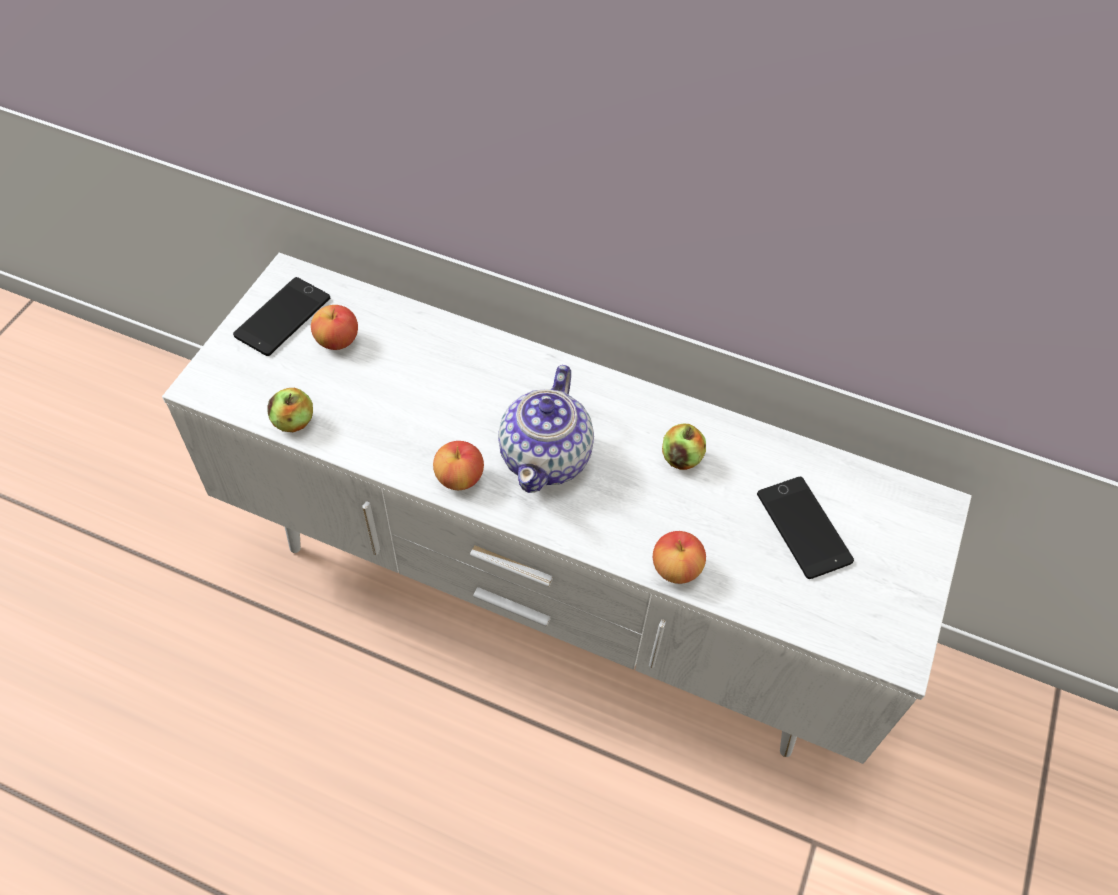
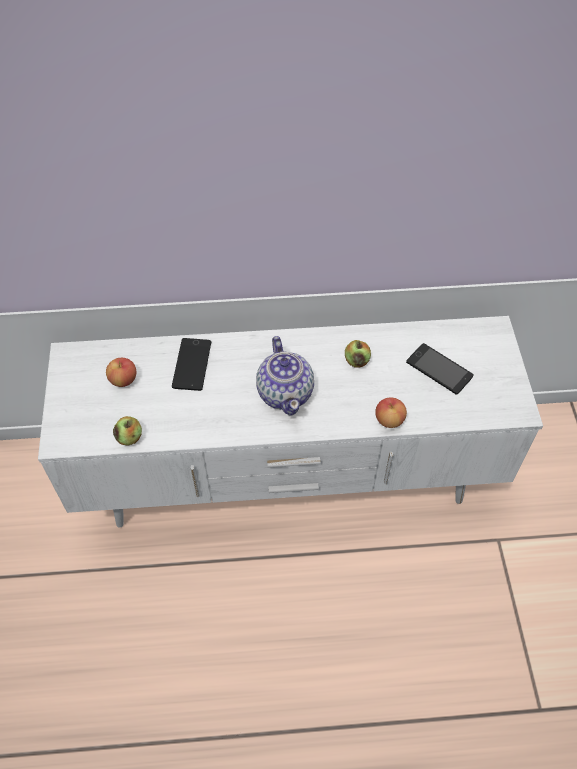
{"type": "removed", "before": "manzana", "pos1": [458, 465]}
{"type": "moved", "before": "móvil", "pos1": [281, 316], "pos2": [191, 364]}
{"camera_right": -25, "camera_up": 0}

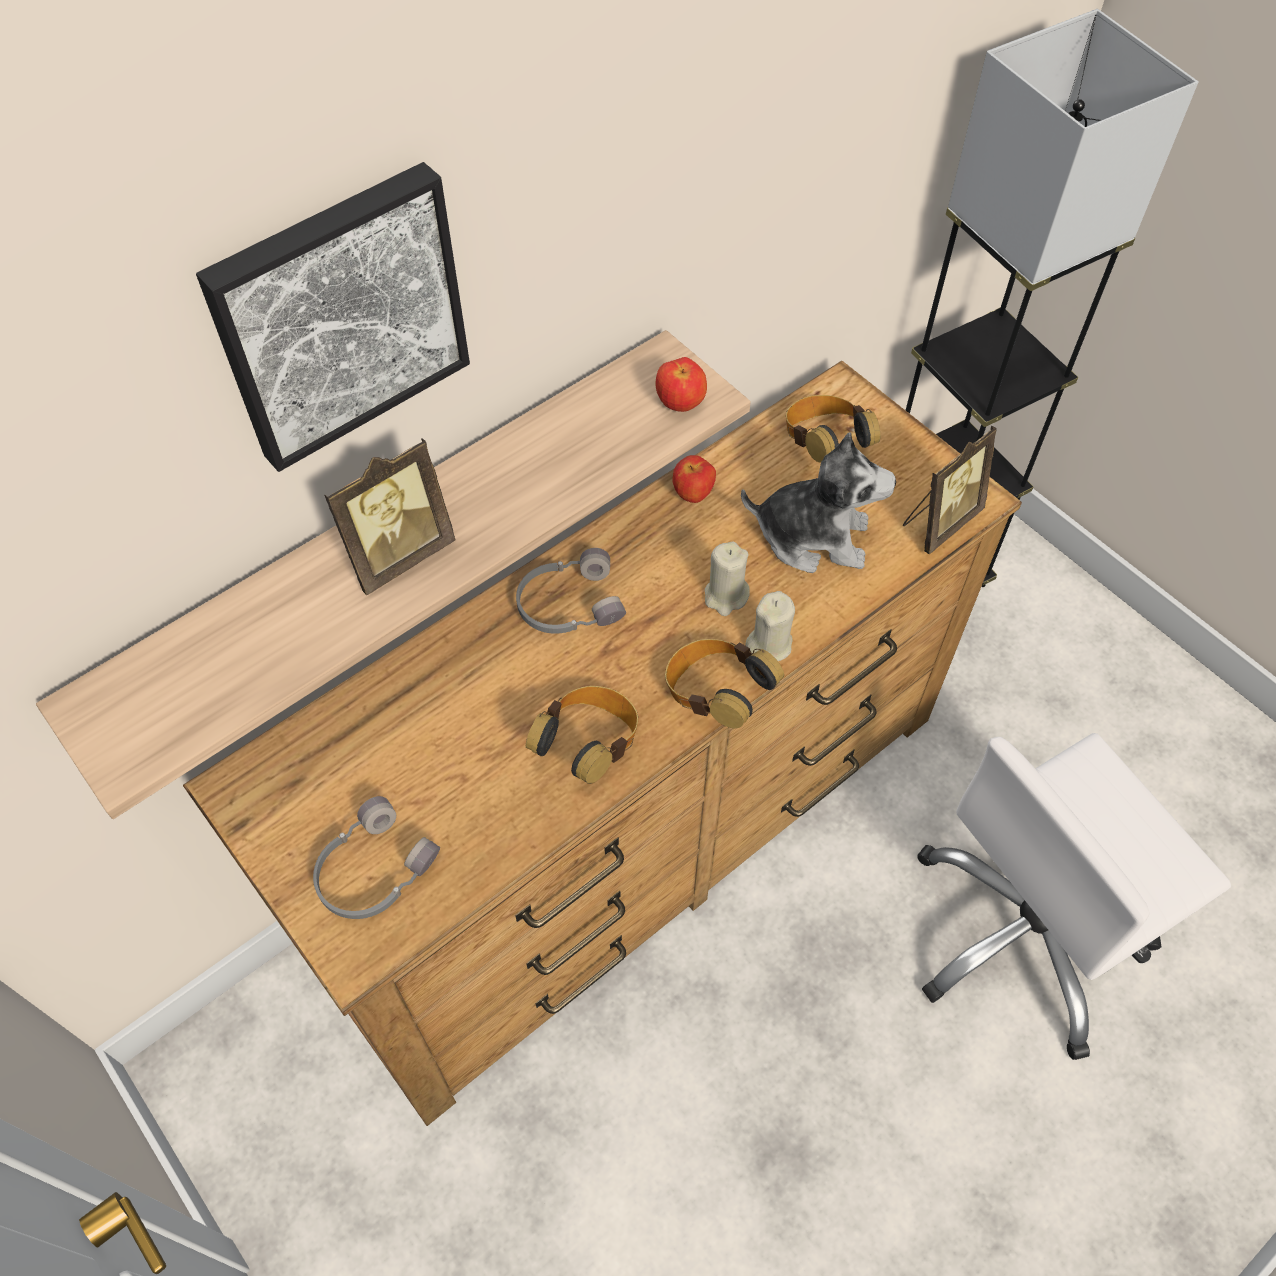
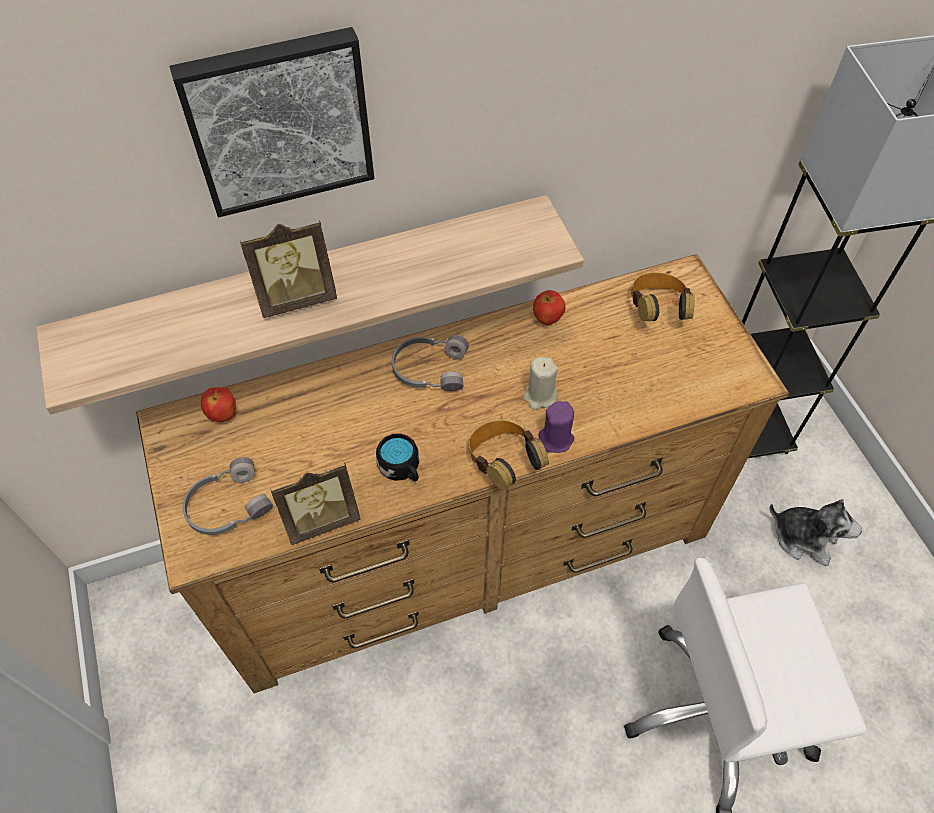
{"type": "moved", "before": "manzana", "pos1": [681, 384], "pos2": [218, 404]}
{"type": "moved", "before": "peluche", "pos1": [818, 502], "pos2": [815, 532]}
{"type": "moved", "before": "portarretratos", "pos1": [950, 490], "pos2": [315, 504]}
{"type": "replaced", "before": "auriculares", "after": "taza grande [negro]", "pos1": [582, 735], "pos2": [397, 457]}
{"type": "recoloured", "before": "vela [beis]", "after": "vela [morado]", "pos1": [770, 626], "pos2": [556, 427]}
{"camera_right": 20, "camera_up": 0}

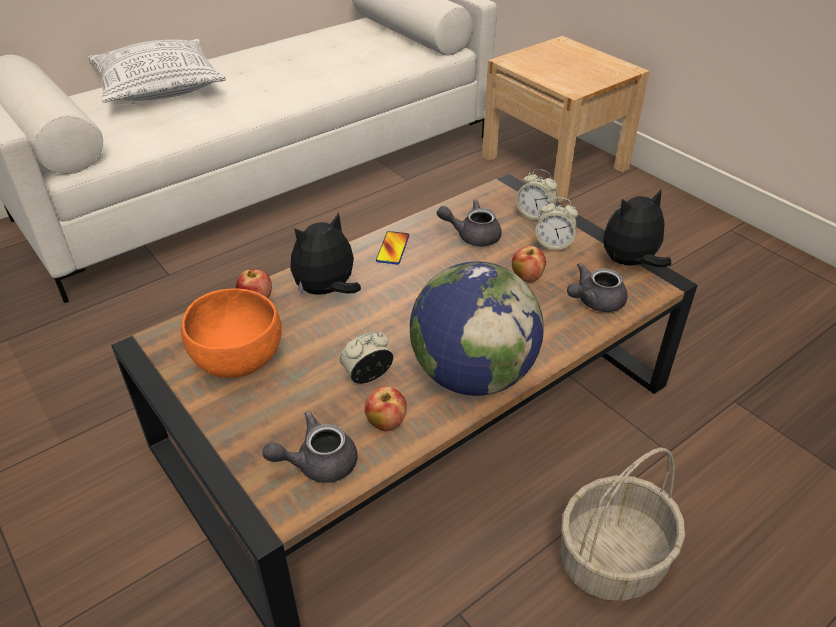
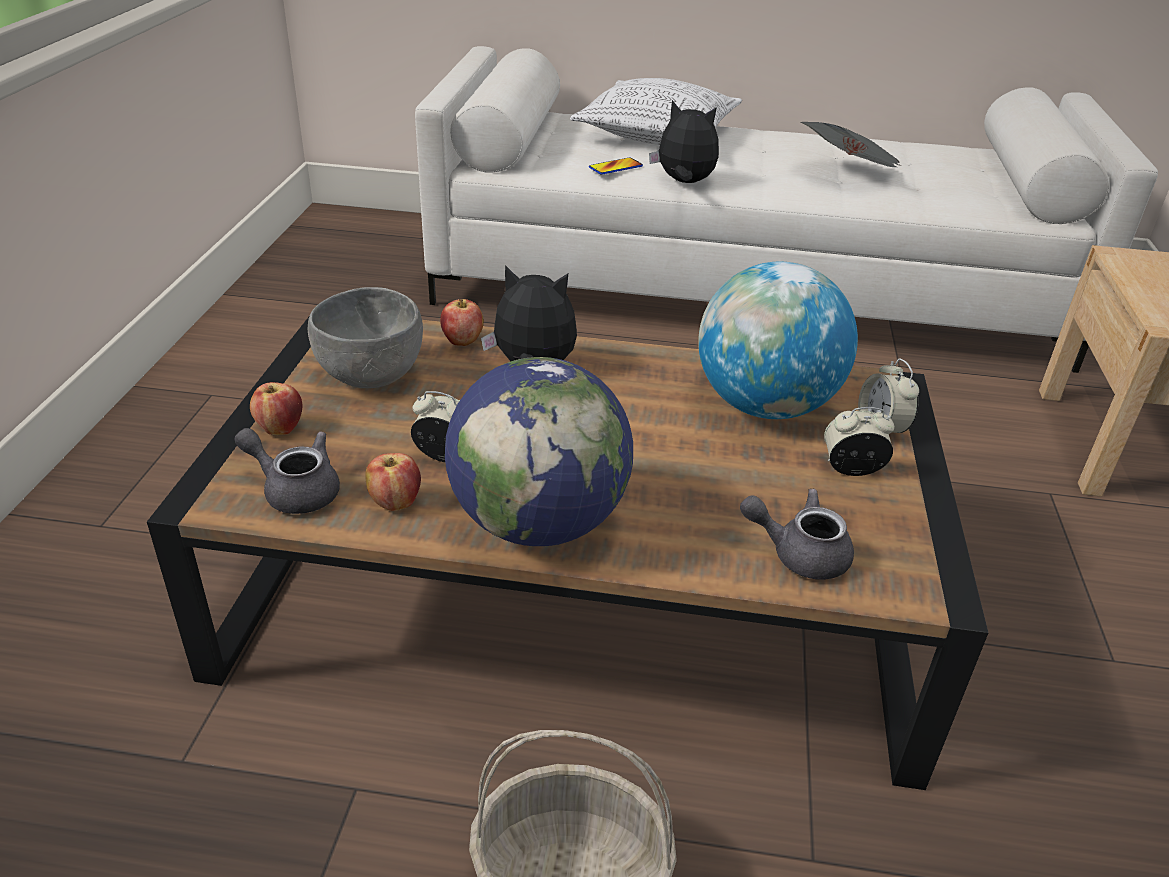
{"type": "added", "after": "periódico", "pos2": [851, 144]}
{"type": "moved", "before": "móvil", "pos1": [392, 247], "pos2": [616, 166]}
{"type": "moved", "before": "manzana", "pos1": [529, 264], "pos2": [276, 408]}
{"type": "moved", "before": "peluche", "pos1": [637, 227], "pos2": [684, 141]}
{"type": "replaced", "before": "tetera [gris]", "after": "globo terráqueo", "pos1": [469, 222], "pos2": [778, 340]}
{"type": "recoloured", "before": "cuenco [naranja]", "after": "cuenco [gris]", "pos1": [231, 333], "pos2": [365, 337]}
{"type": "turned", "before": "despertador", "pos1": [556, 223], "pos2": [859, 441], "turn": 120}
{"camera_right": 45, "camera_up": -5}

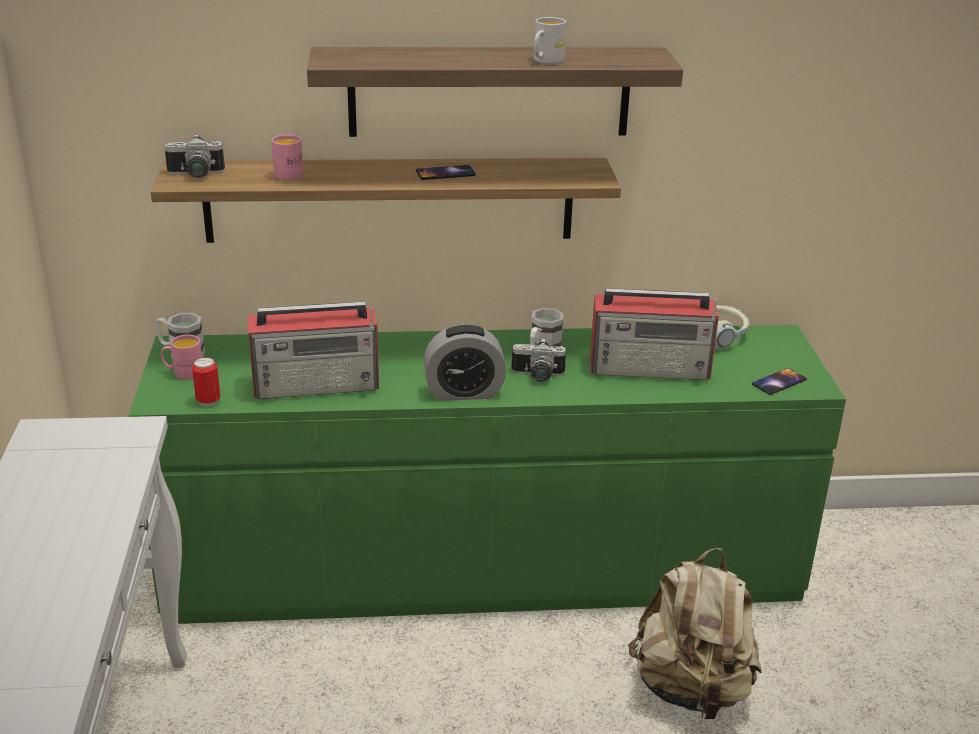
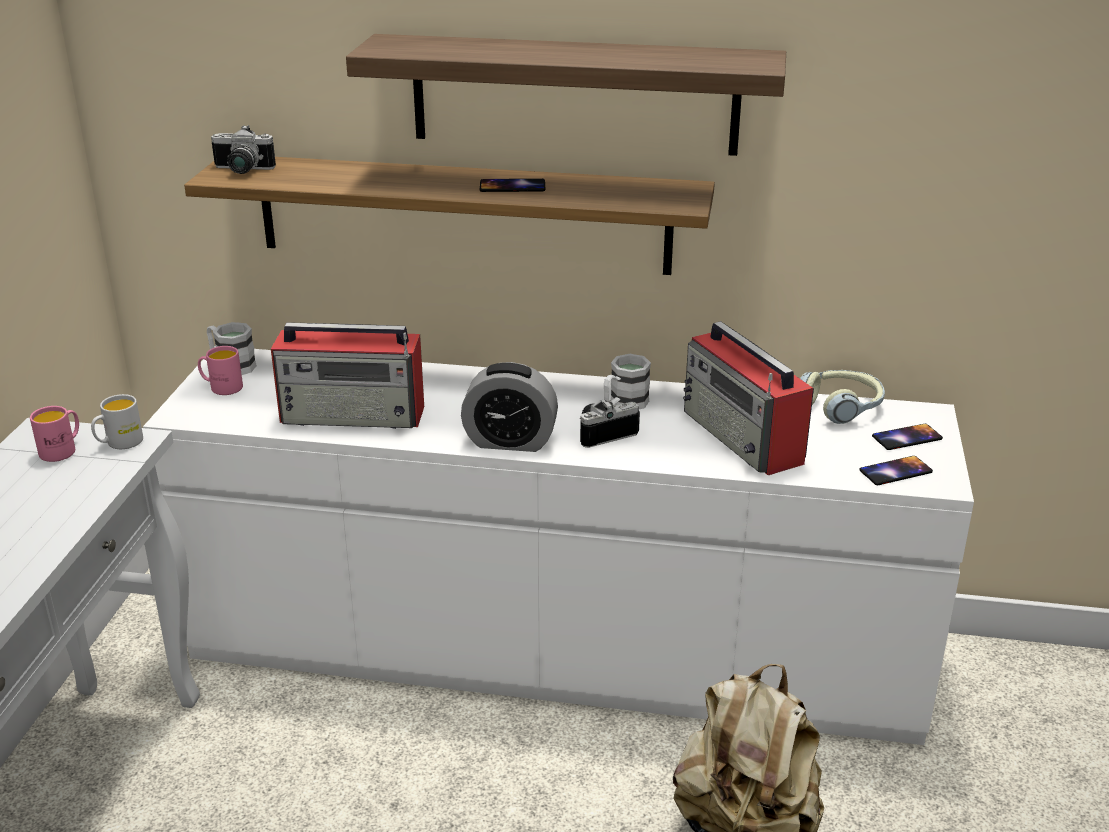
{"type": "removed", "before": "lata", "pos1": [206, 382]}
{"type": "added", "after": "móvil", "pos2": [907, 437]}
{"type": "moved", "before": "taza grande [rosa]", "pos1": [287, 157], "pos2": [54, 434]}
{"type": "moved", "before": "taza grande [blanco]", "pos1": [550, 40], "pos2": [117, 421]}
{"type": "recoloured", "before": "cómoda [verde]", "after": "cómoda [blanco]", "pos1": [487, 474], "pos2": [558, 547]}
{"type": "turned", "before": "cámara", "pos1": [538, 360], "pos2": [610, 423], "turn": 135}
{"type": "turned", "before": "radio", "pos1": [654, 334], "pos2": [748, 398], "turn": 45}
{"camera_right": 15, "camera_up": 0}

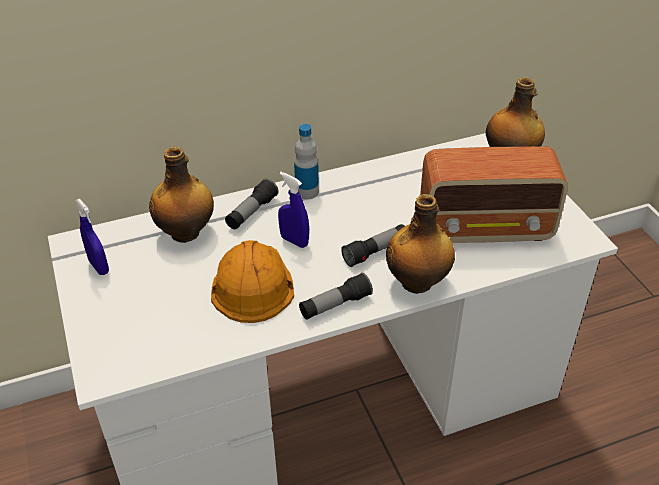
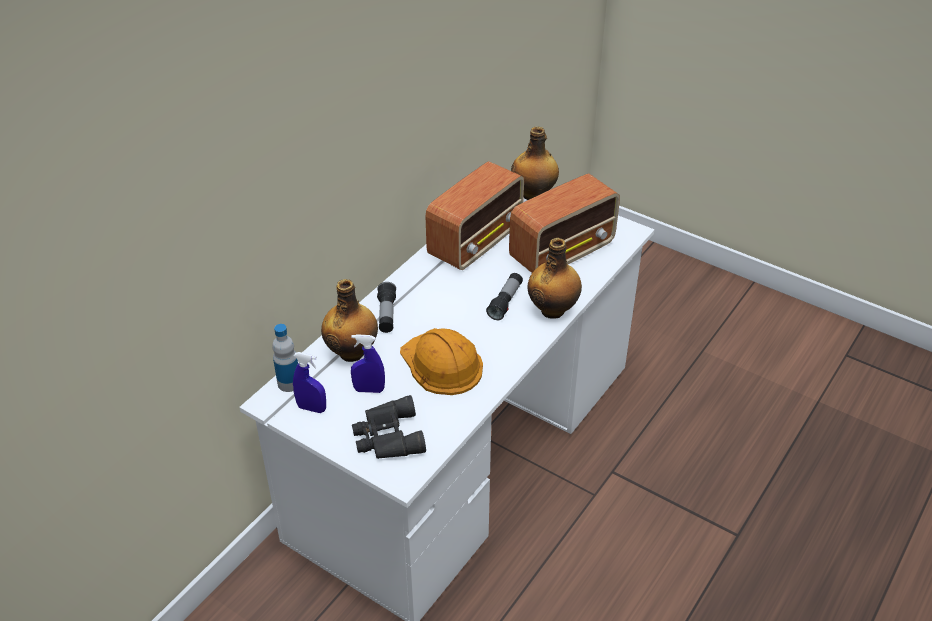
{"type": "removed", "before": "linterna", "pos1": [336, 296]}
{"type": "added", "after": "prismáticos [negro]", "pos2": [389, 427]}
{"type": "added", "after": "radio", "pos2": [474, 215]}
{"type": "moved", "before": "pulverizador [azul]", "pos1": [293, 210], "pos2": [368, 363]}
{"type": "moved", "before": "botella", "pos1": [306, 162], "pos2": [285, 358]}
{"camera_right": -35, "camera_up": 0}

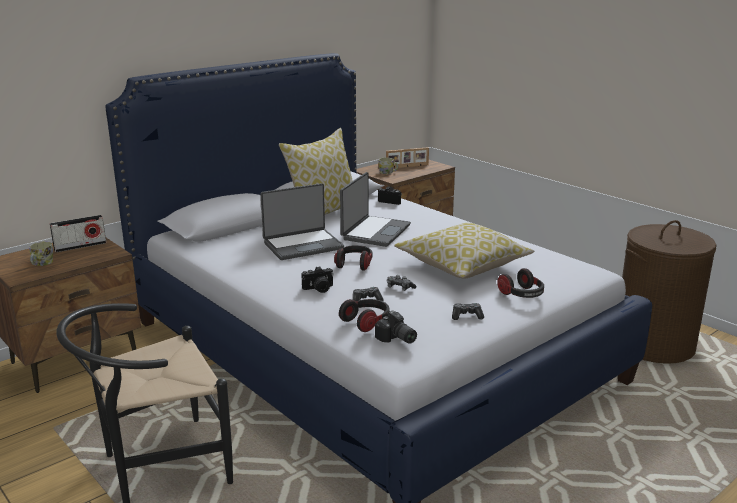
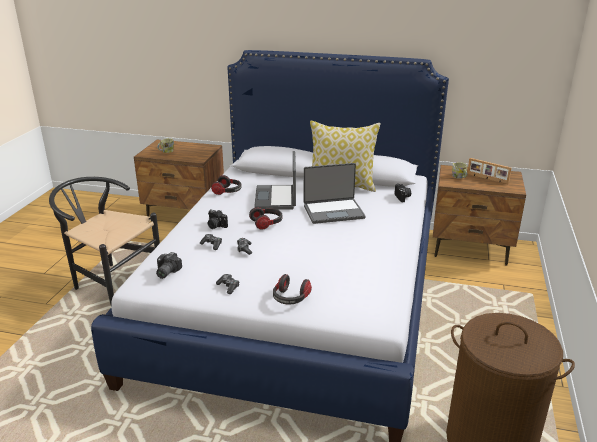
{"type": "removed", "before": "radio", "pos1": [78, 233]}
{"type": "removed", "before": "cojín", "pos1": [464, 251]}
{"type": "moved", "before": "auriculares", "pos1": [364, 315], "pos2": [226, 185]}
{"type": "turned", "before": "portátil", "pos1": [302, 221], "pos2": [275, 180], "turn": 60}
{"camera_right": 55, "camera_up": 5}

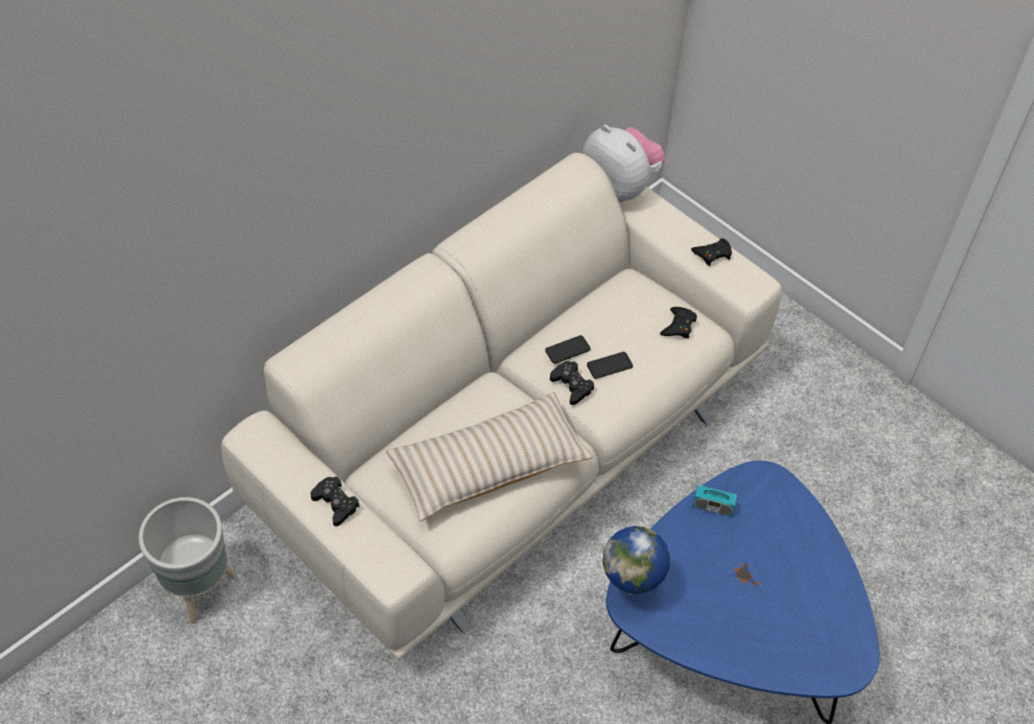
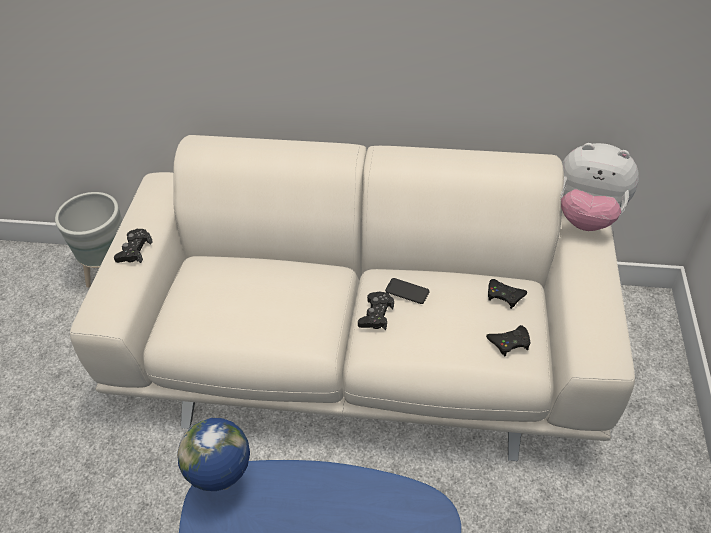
{"type": "removed", "before": "cojín [beis]", "pos1": [489, 456]}
{"type": "removed", "before": "móvil", "pos1": [610, 365]}
{"type": "removed", "before": "radio", "pos1": [715, 493]}
{"type": "moved", "before": "mando de consola [negro]", "pos1": [711, 252], "pos2": [507, 294]}
{"type": "turned", "before": "peluche", "pos1": [623, 163], "pos2": [600, 187], "turn": 105}
{"camera_right": 55, "camera_up": -5}

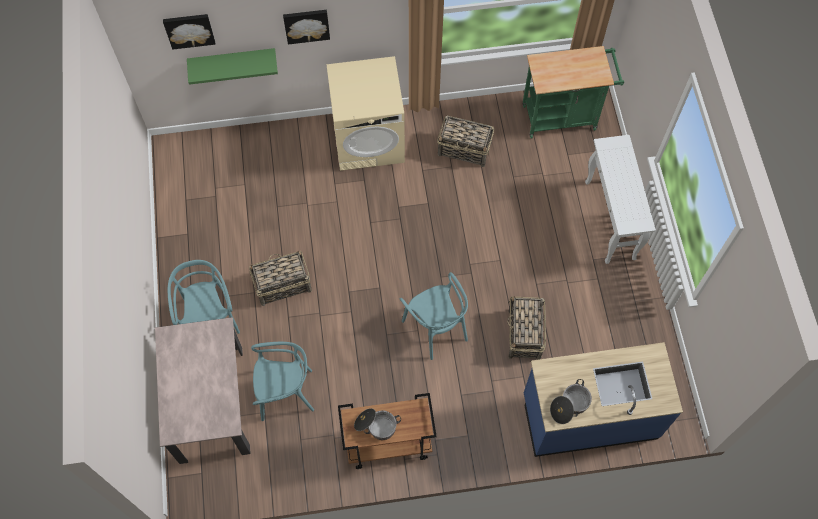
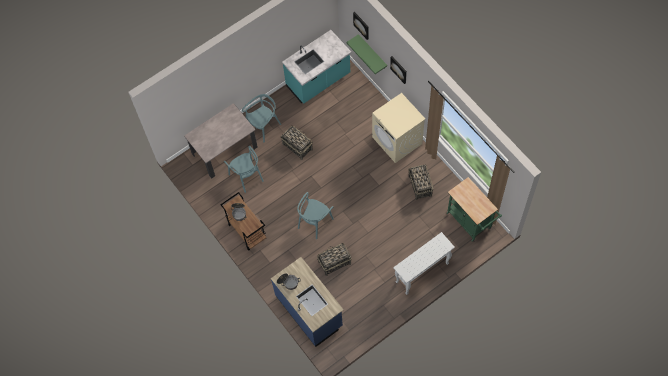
{"type": "added", "after": "mueble bajo de cocina [turquesa]", "pos2": [316, 67]}
{"camera_right": 65, "camera_up": 0}

